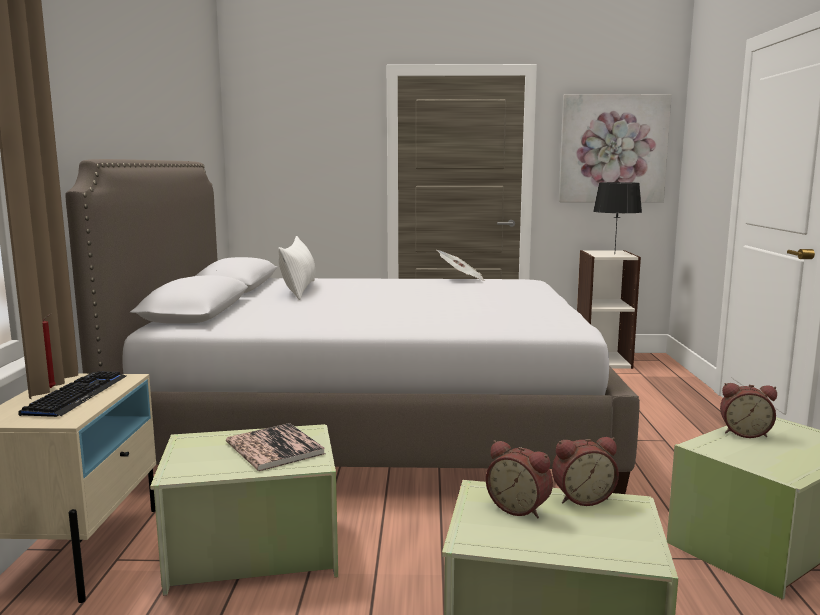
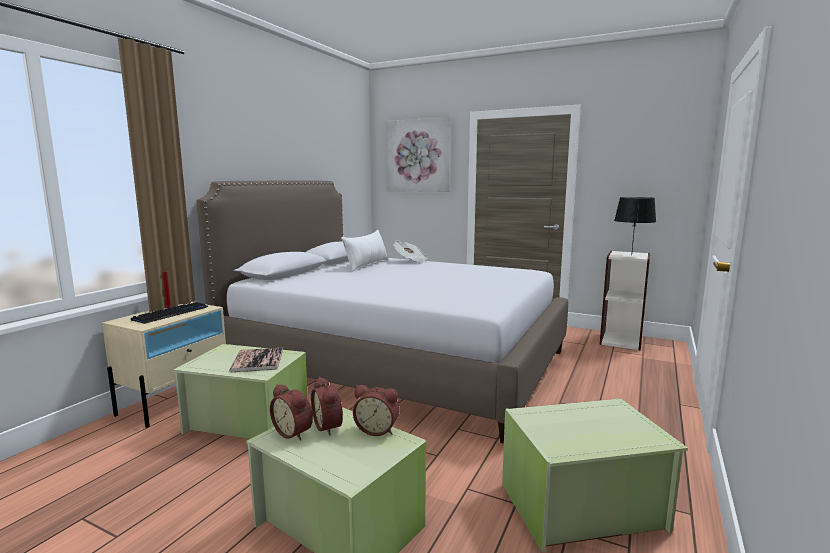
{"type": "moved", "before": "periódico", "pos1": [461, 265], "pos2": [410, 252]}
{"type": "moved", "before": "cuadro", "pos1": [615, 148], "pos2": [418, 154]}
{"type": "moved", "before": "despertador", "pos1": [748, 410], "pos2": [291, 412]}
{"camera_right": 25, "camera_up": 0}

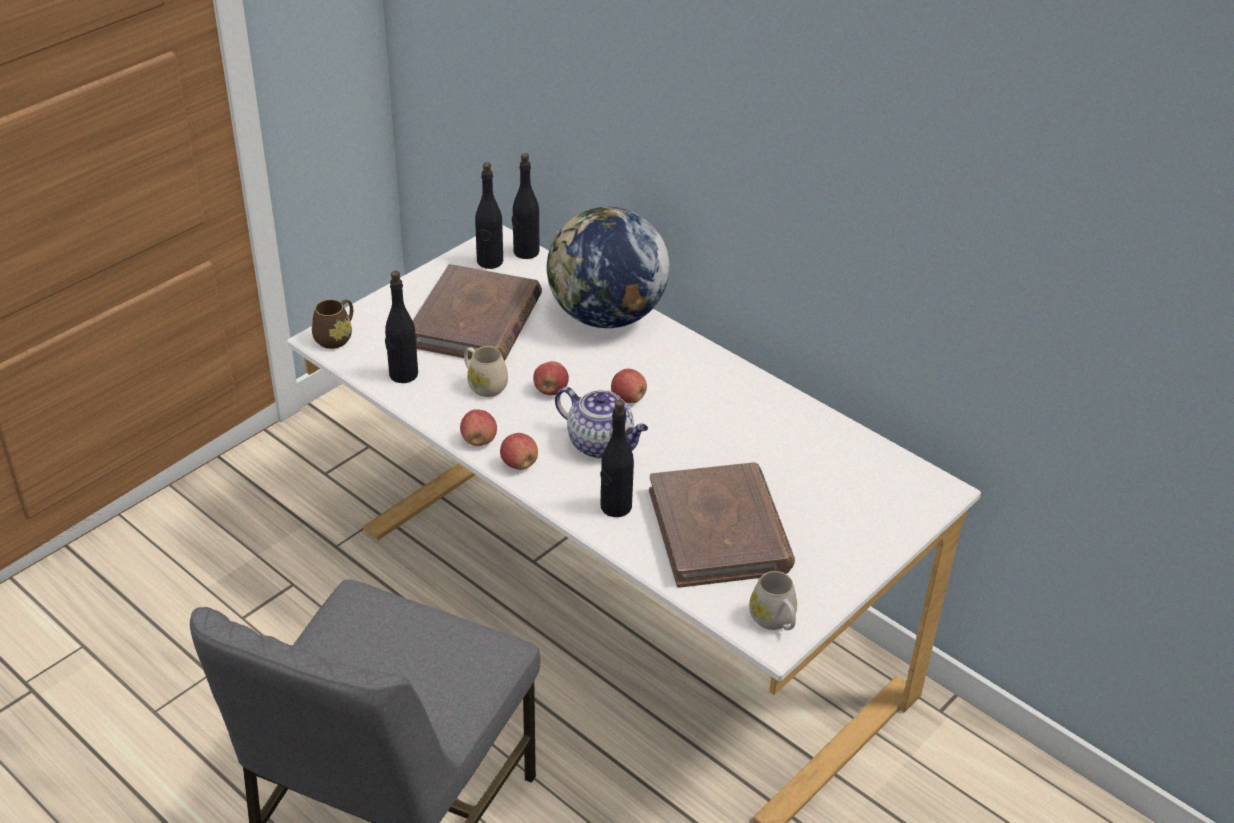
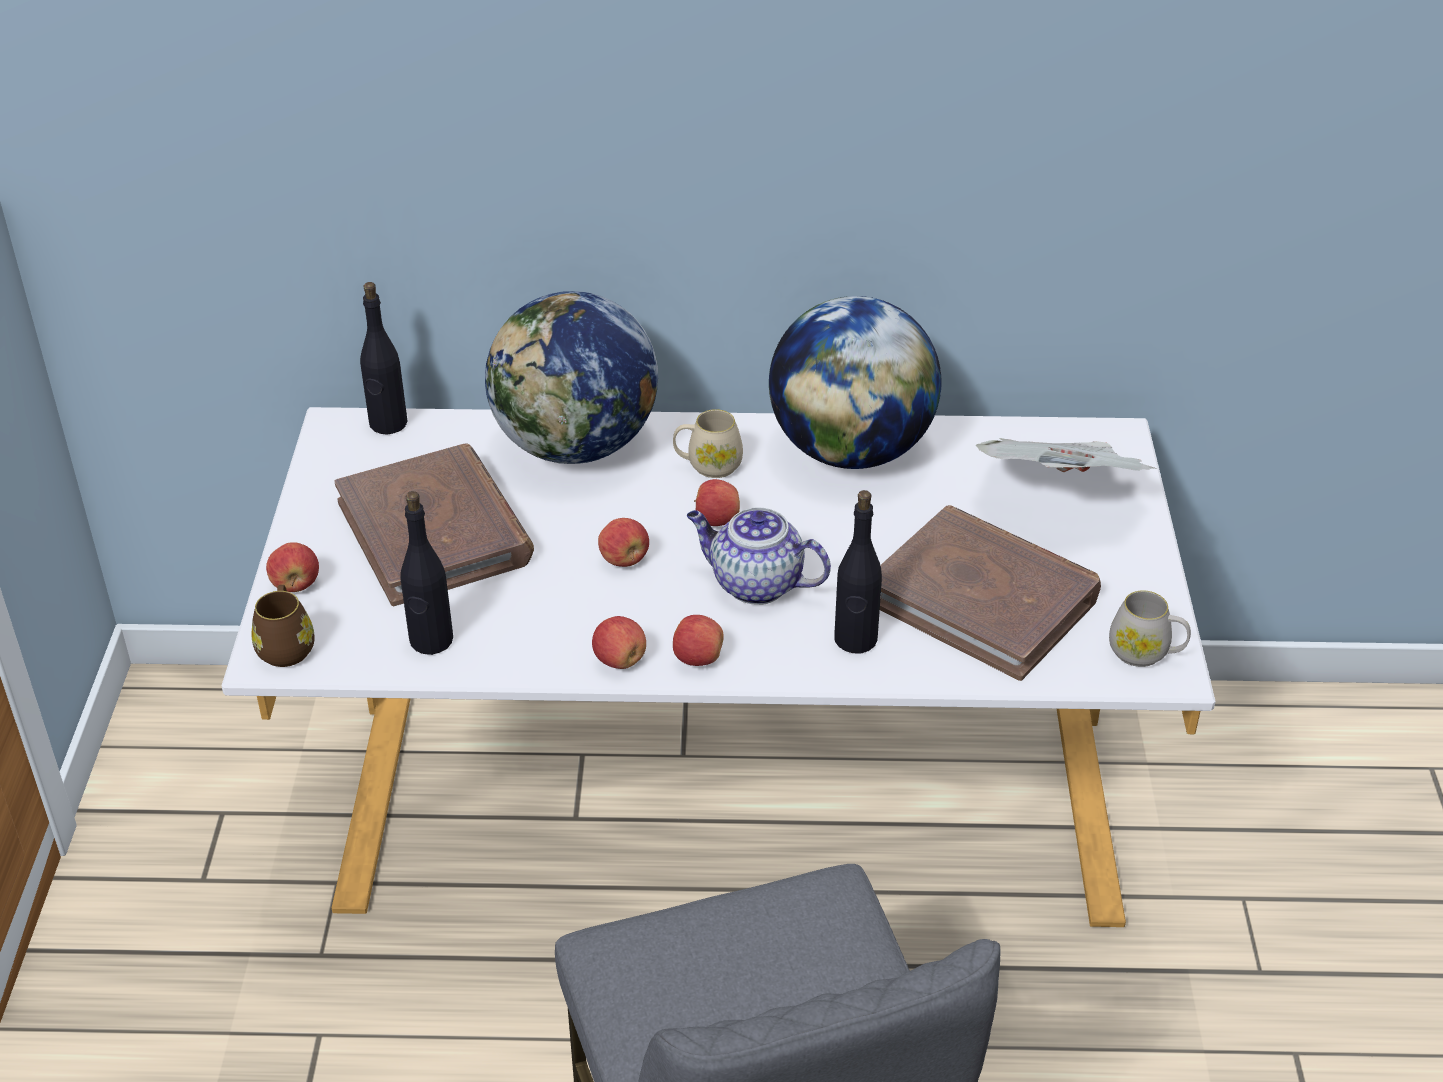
{"type": "removed", "before": "botella [negro]", "pos1": [489, 215]}
{"type": "added", "after": "manzana", "pos2": [292, 567]}
{"type": "added", "after": "globo terráqueo", "pos2": [855, 382]}
{"type": "added", "after": "periódico", "pos2": [1066, 455]}
{"type": "moved", "before": "taza grande [beis]", "pos1": [486, 371], "pos2": [708, 443]}
{"type": "turned", "before": "tetera", "pos1": [601, 422], "pos2": [759, 556], "turn": -150}
{"camera_right": -40, "camera_up": 0}

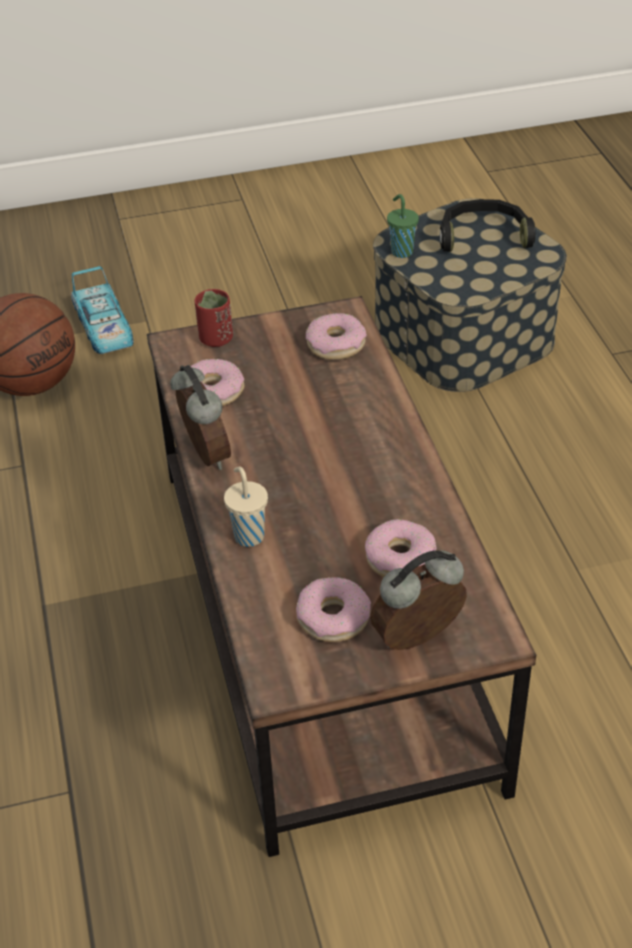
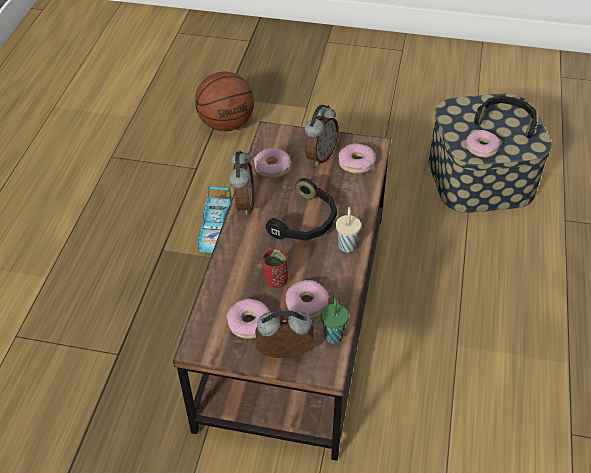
{"type": "added", "after": "auriculares [negro]", "pos2": [301, 209]}
{"type": "added", "after": "despertador", "pos2": [321, 135]}
{"type": "added", "after": "rosquilla", "pos2": [483, 144]}
{"type": "moved", "before": "coche de juguete", "pos1": [102, 310], "pos2": [215, 220]}
{"type": "moved", "before": "taza [rojo]", "pos1": [213, 318], "pos2": [275, 268]}
{"type": "moved", "before": "taza [beis]", "pos1": [246, 507], "pos2": [348, 230]}
{"type": "moved", "before": "taza [verde]", "pos1": [403, 226], "pos2": [335, 319]}
{"camera_right": 25, "camera_up": 5}

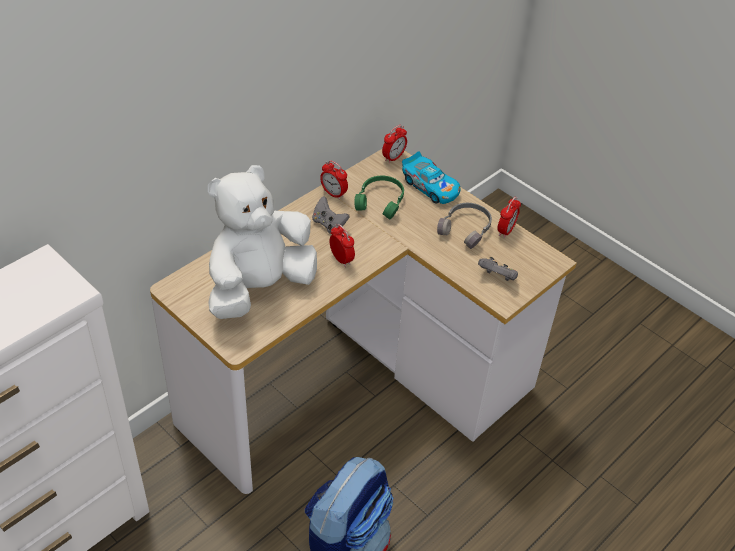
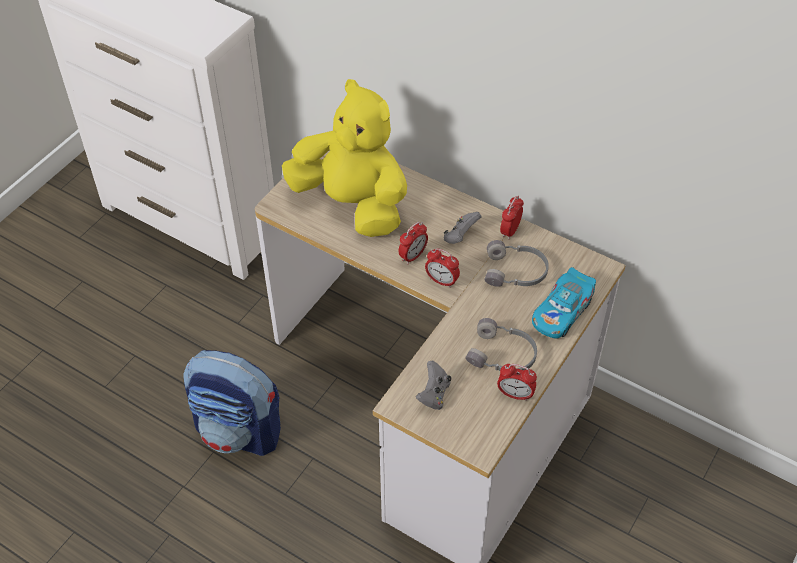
{"type": "moved", "before": "despertador", "pos1": [394, 144], "pos2": [442, 268]}
{"type": "recoloured", "before": "peluche [blanco]", "after": "peluche [amarillo]", "pos1": [262, 242], "pos2": [344, 158]}
{"type": "recoloured", "before": "auriculares [verde]", "after": "auriculares [gris]", "pos1": [379, 197], "pos2": [516, 263]}
{"camera_right": 80, "camera_up": 5}

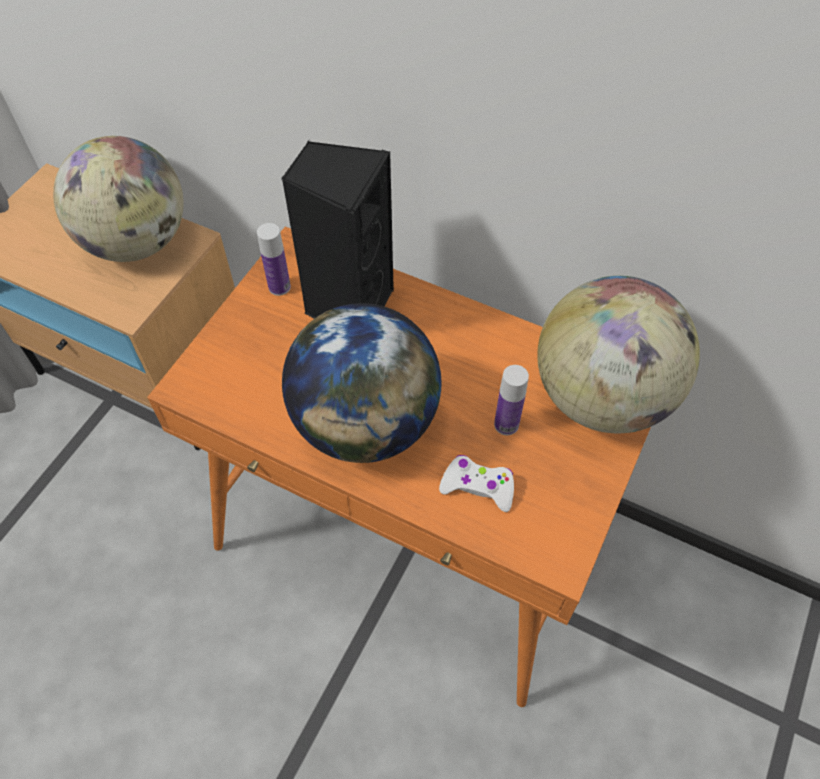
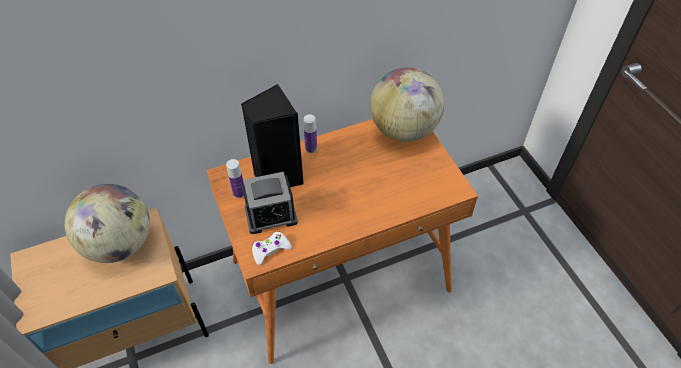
{"type": "removed", "before": "globo terráqueo", "pos1": [361, 383]}
{"type": "added", "after": "despertador", "pos2": [270, 203]}
{"type": "moved", "before": "mando de consola [blanco]", "pos1": [476, 483], "pos2": [271, 248]}
{"type": "moved", "before": "botella", "pos1": [511, 400], "pos2": [310, 133]}
{"camera_right": -50, "camera_up": -5}

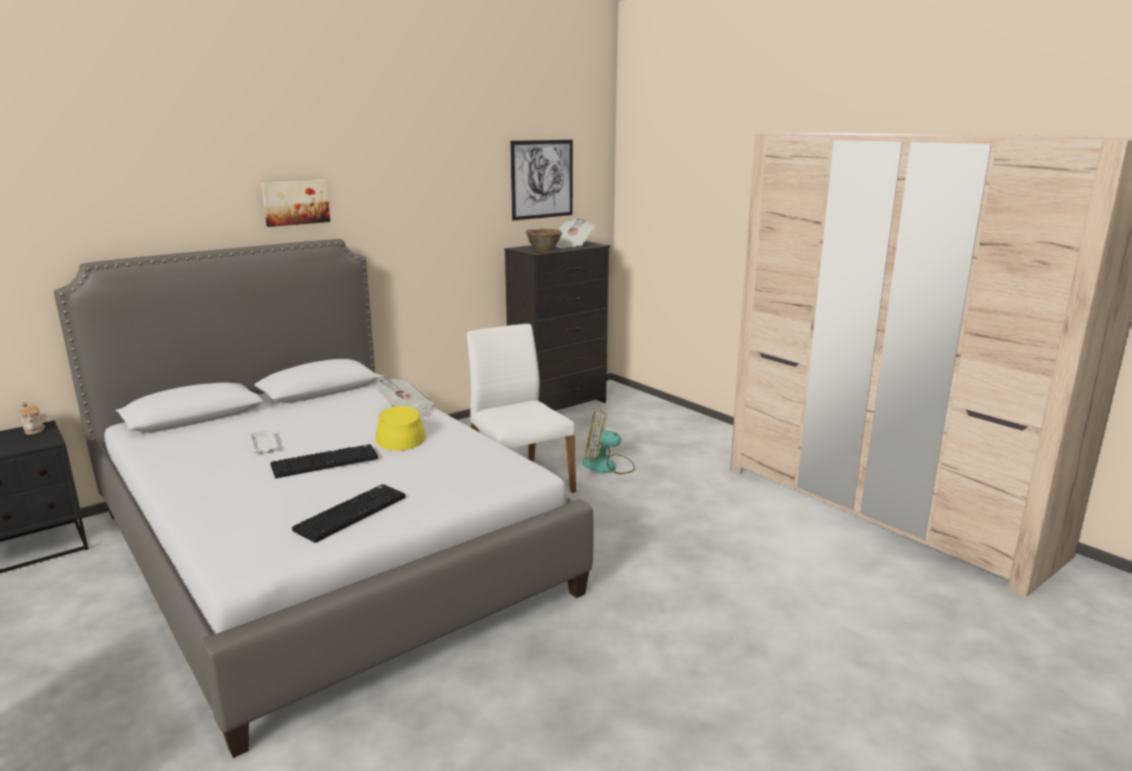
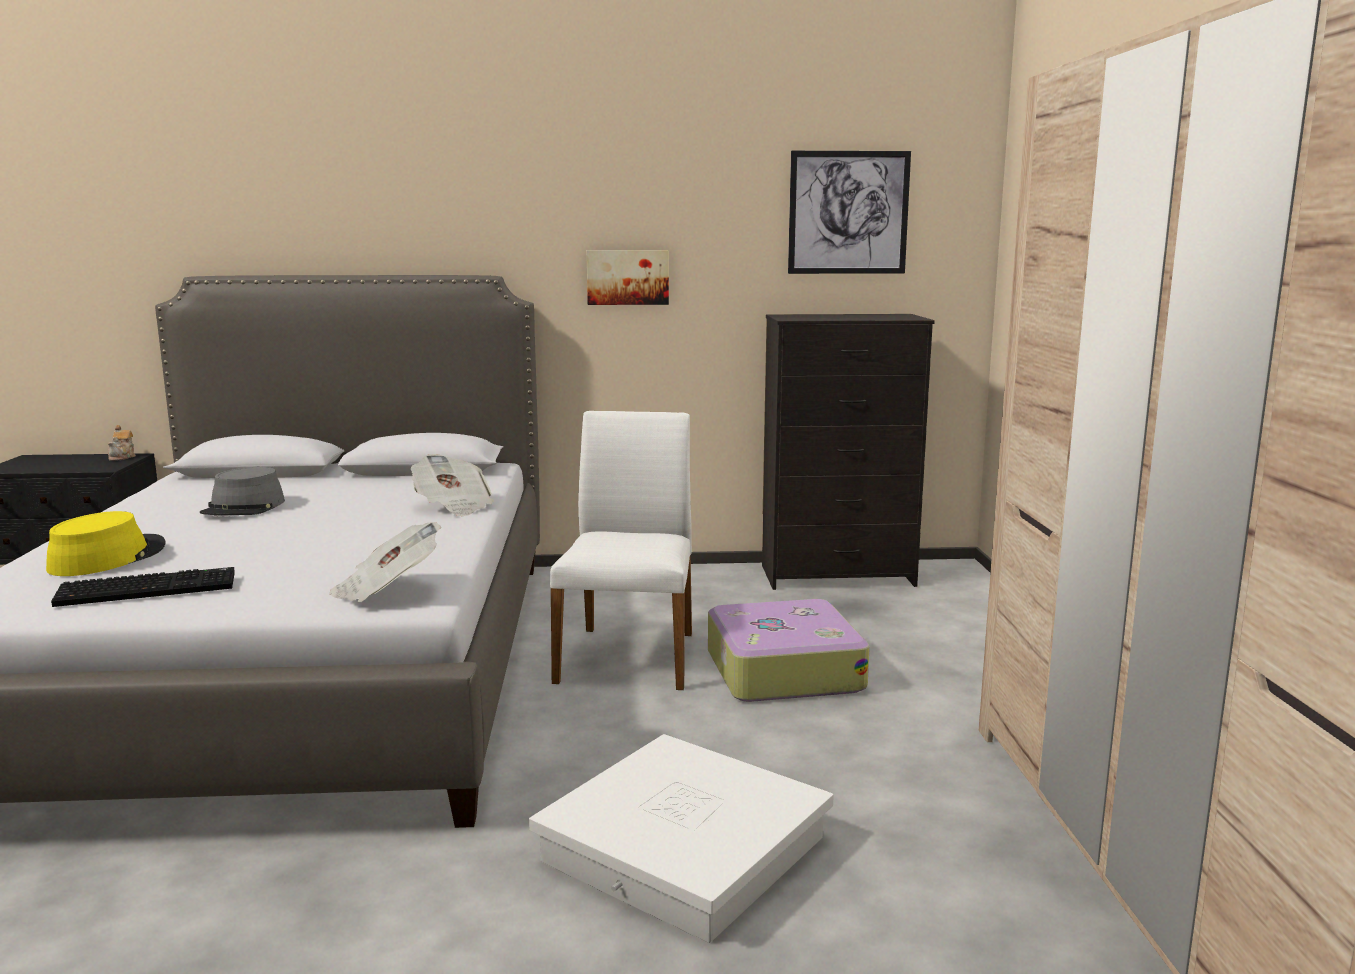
{"type": "removed", "before": "teclado", "pos1": [324, 461]}
{"type": "removed", "before": "cuenco [marrón]", "pos1": [544, 240]}
{"type": "added", "after": "caja de almacenaje [blanco]", "pos2": [681, 838]}
{"type": "moved", "before": "cuadro", "pos1": [295, 203], "pos2": [628, 277]}
{"type": "moved", "before": "sombrero [amarillo]", "pos1": [400, 428], "pos2": [106, 543]}
{"type": "moved", "before": "periódico", "pos1": [575, 233], "pos2": [385, 562]}
{"type": "replaced", "before": "bandeja [blanco]", "after": "sombrero [gris]", "pos1": [263, 441], "pos2": [242, 491]}
{"type": "replaced", "before": "ventilador", "after": "maleta", "pos1": [608, 442], "pos2": [789, 650]}
{"camera_right": 35, "camera_up": -5}

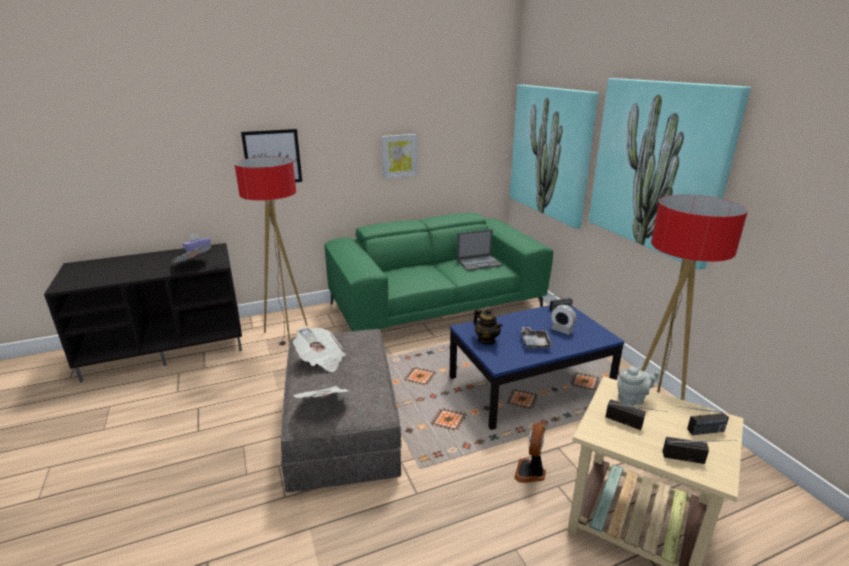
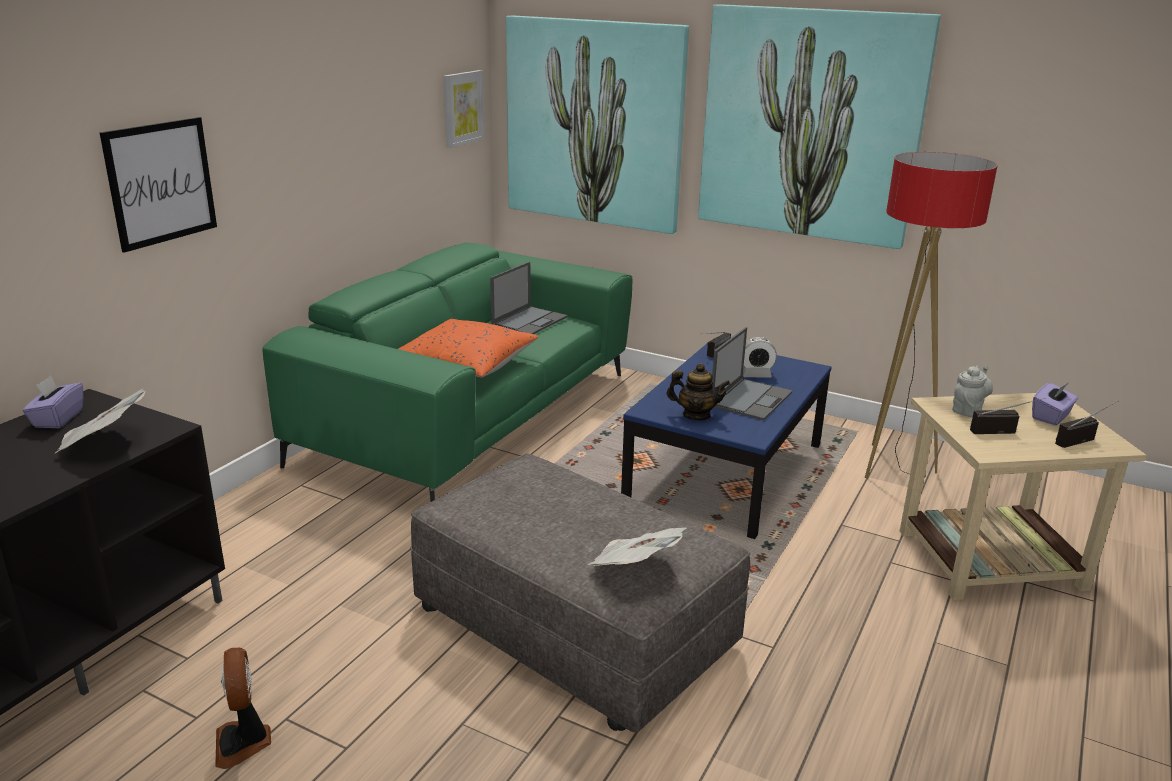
{"type": "removed", "before": "lámpara de pie", "pos1": [271, 250]}
{"type": "removed", "before": "periódico", "pos1": [319, 349]}
{"type": "added", "after": "cojín [naranja]", "pos2": [468, 348]}
{"type": "moved", "before": "cuadro", "pos1": [399, 156], "pos2": [463, 109]}
{"type": "moved", "before": "ventilador", "pos1": [530, 452], "pos2": [243, 708]}
{"type": "replaced", "before": "bandeja [gris]", "after": "portátil", "pos1": [536, 338], "pos2": [752, 374]}
{"type": "replaced", "before": "radio", "after": "caja de pañuelos [morado]", "pos1": [702, 420], "pos2": [1055, 403]}
{"camera_right": -40, "camera_up": 0}

